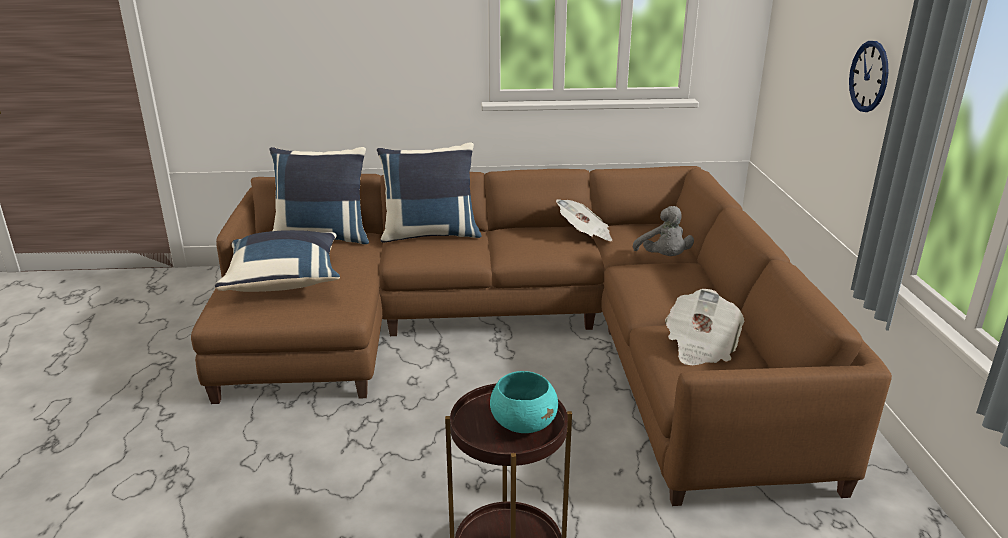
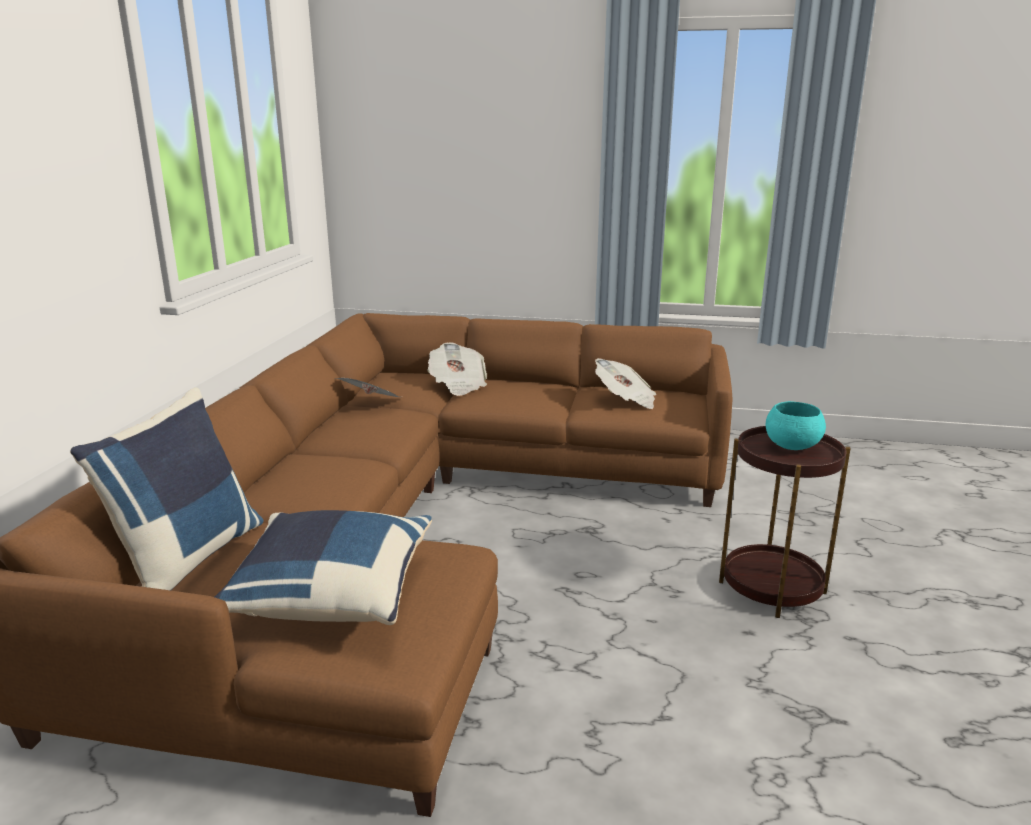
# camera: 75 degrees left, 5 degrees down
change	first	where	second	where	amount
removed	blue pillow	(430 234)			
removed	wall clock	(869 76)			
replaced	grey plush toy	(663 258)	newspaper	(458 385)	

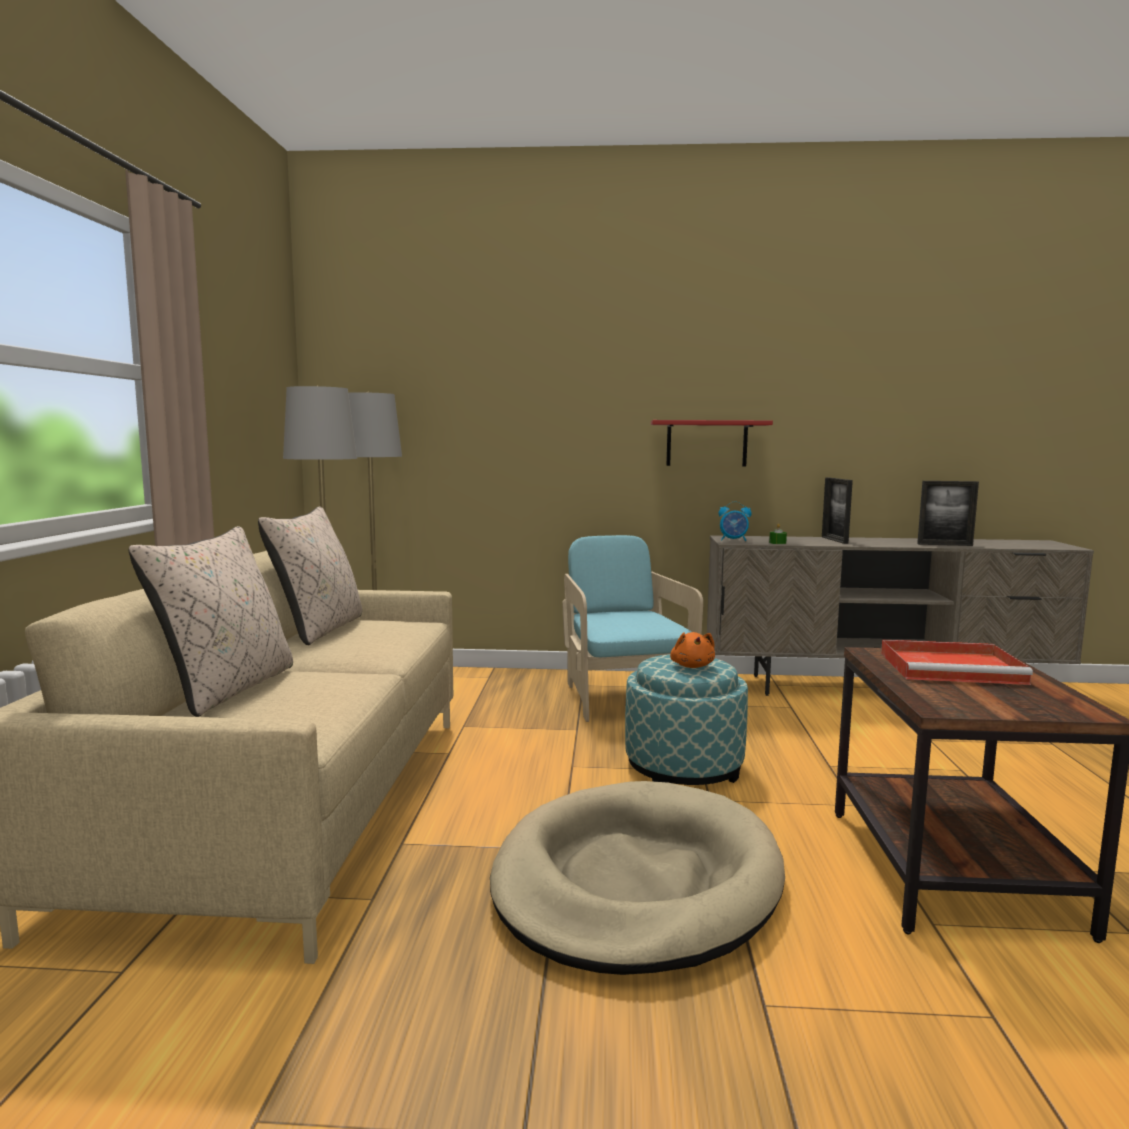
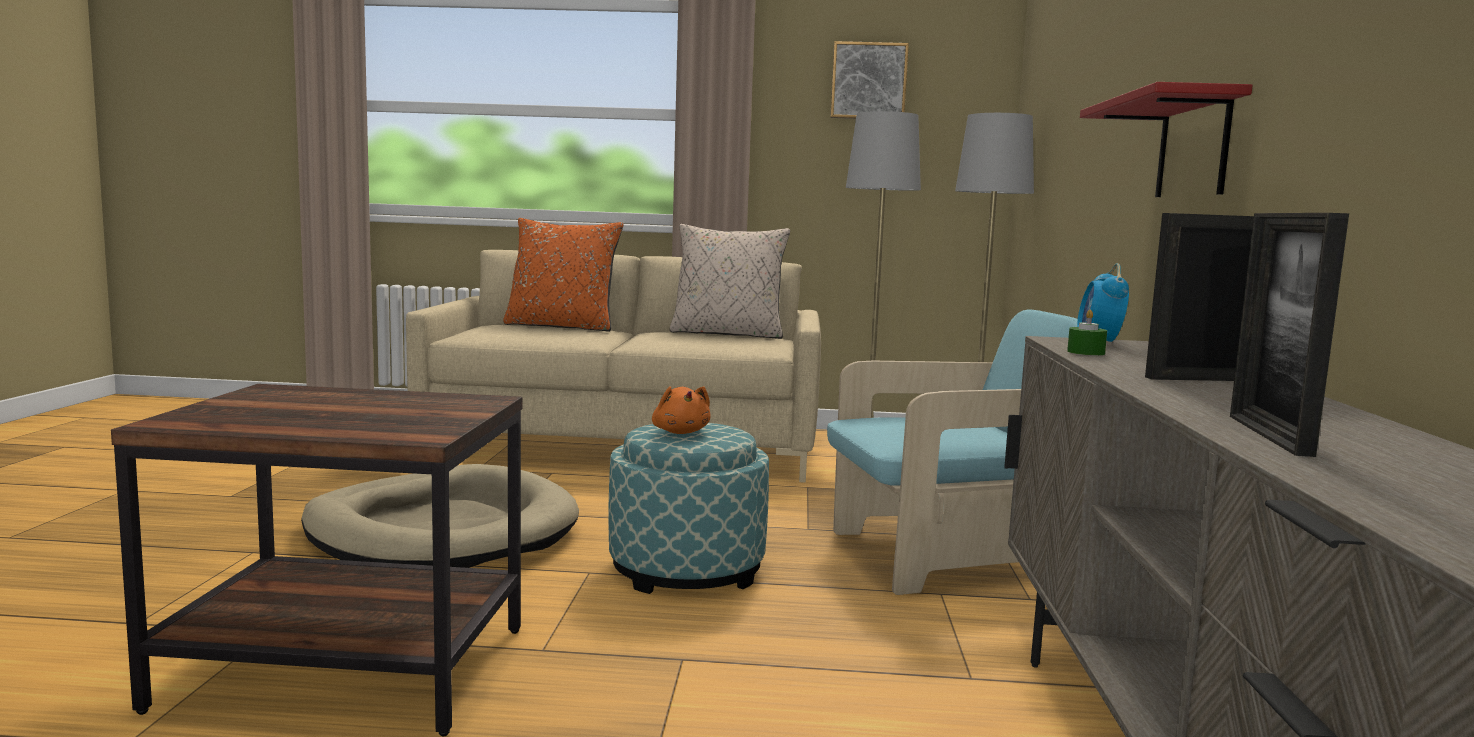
# camera: 90 degrees right, 0 degrees up
change	first	where	second	where	amount
removed	red tray	(953 668)			
added			picture	(868 81)	
recoloured	beige pillow	(228 689)	orange pillow	(562 326)	
turned	orange plush toy	(692 666)		(680 432)	105 degrees counterclockwise

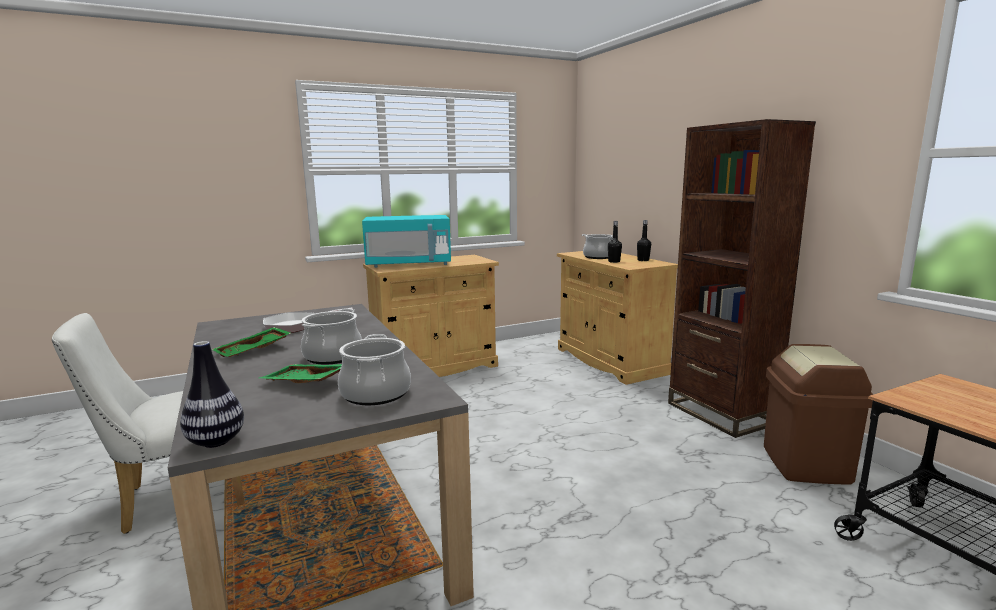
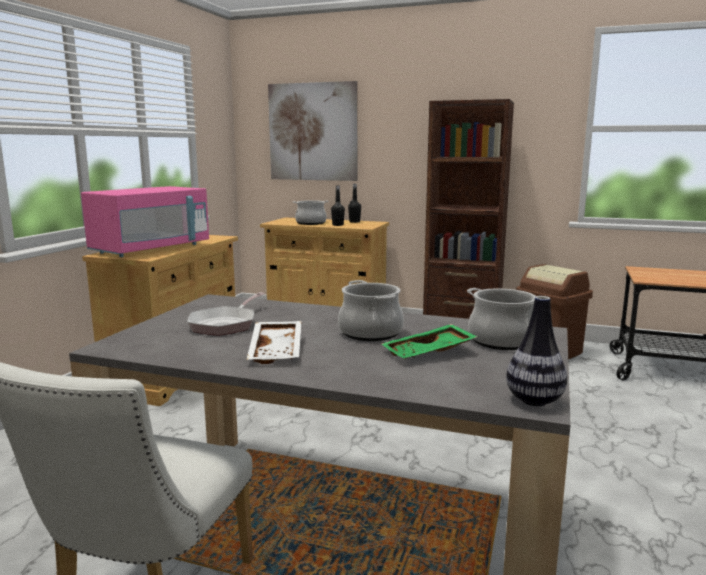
# camera: 45 degrees left, 0 degrees up
change	first	where	second	where	amount
added			picture	(313 132)	
recoloured	green tray	(254 351)	white tray	(278 351)	
recoloured	turquoise microwave	(409 264)	pink microwave	(151 249)	

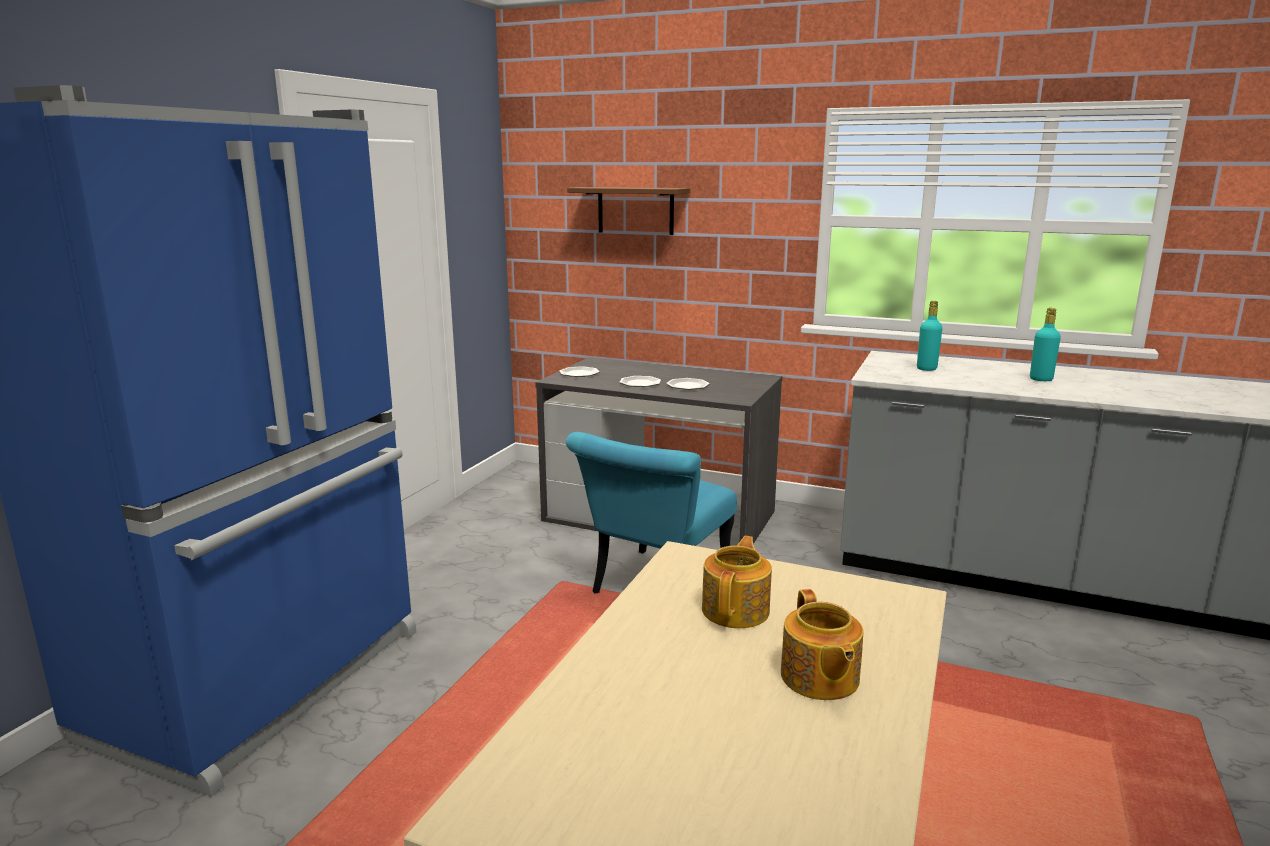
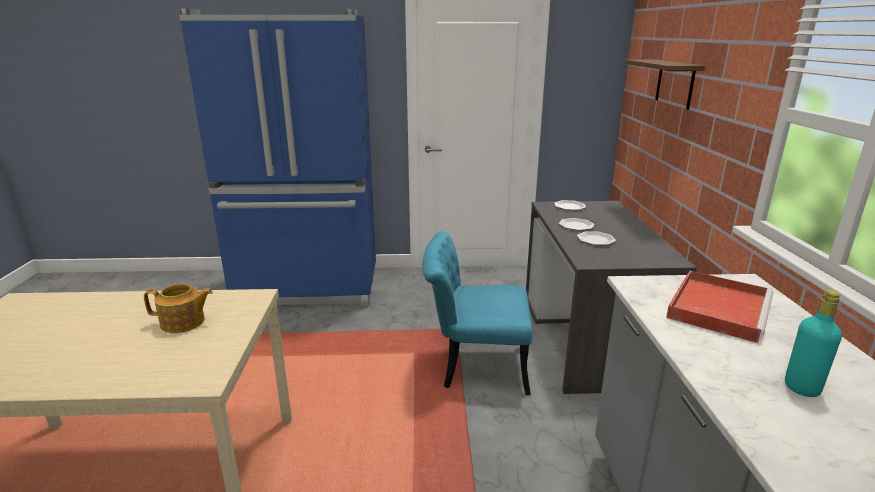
# camera: 65 degrees right, 5 degrees up
change	first	where	second	where	amount
removed	teapot	(819 678)			
replaced	turquoise bottle	(926 369)	red tray	(718 307)	

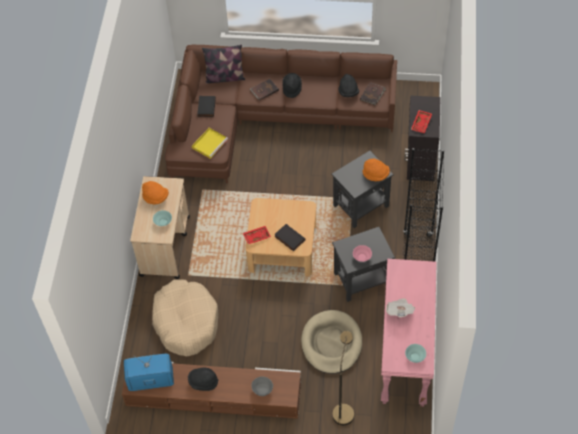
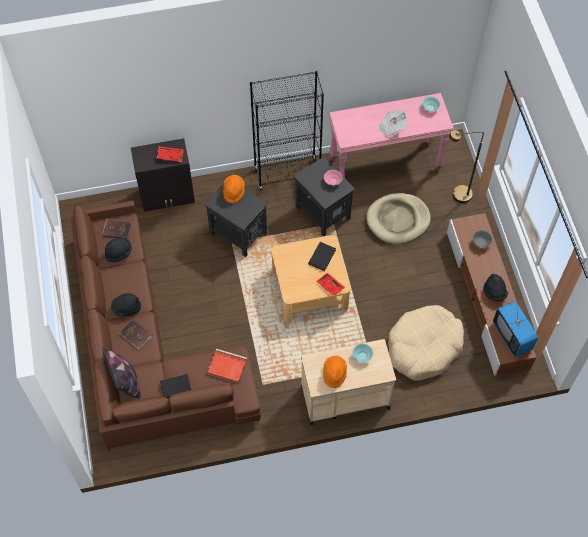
# camera: 110 degrees left, 5 degrees up
change	first	where	second	where	amount
recoloured	yellow tray	(210 143)	red tray	(226 366)	

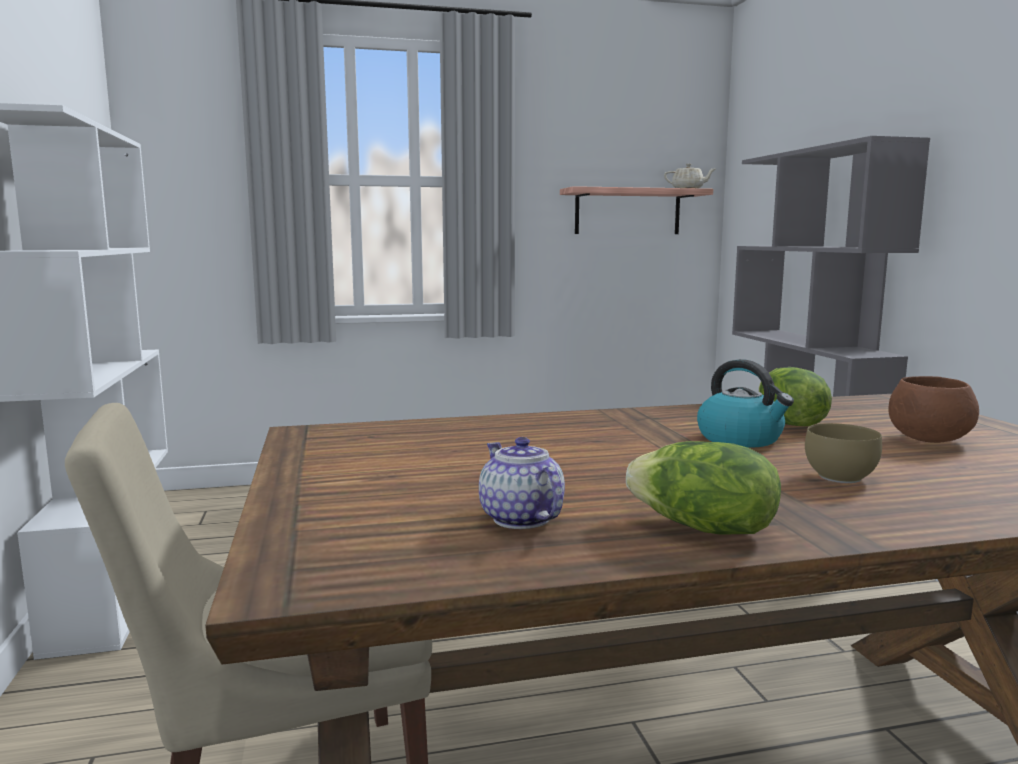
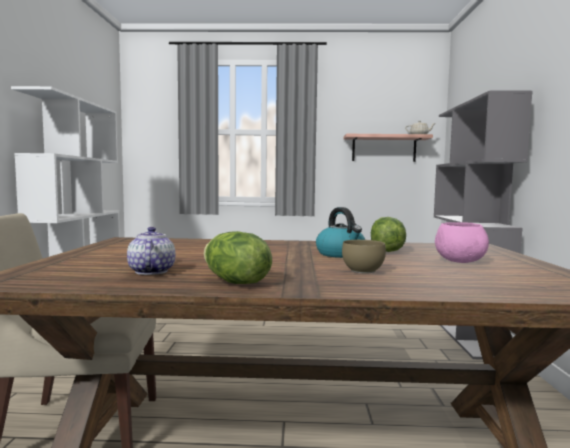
# camera: 15 degrees right, 5 degrees down
change	first	where	second	where	amount
recoloured	brown bowl	(928 439)	pink bowl	(459 261)	

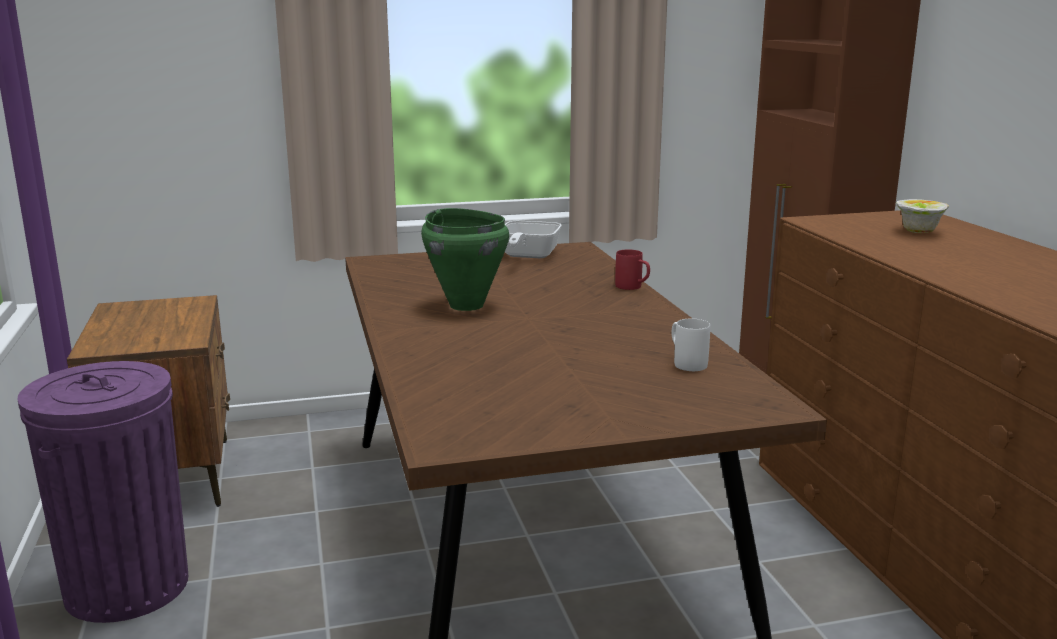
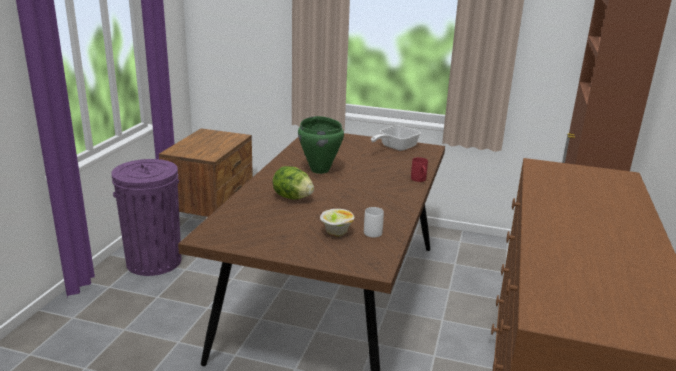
# camera: 30 degrees right, 5 degrees up
change	first	where	second	where	amount
added			lettuce	(292 197)	
moved	bowl	(917 232)		(336 233)	

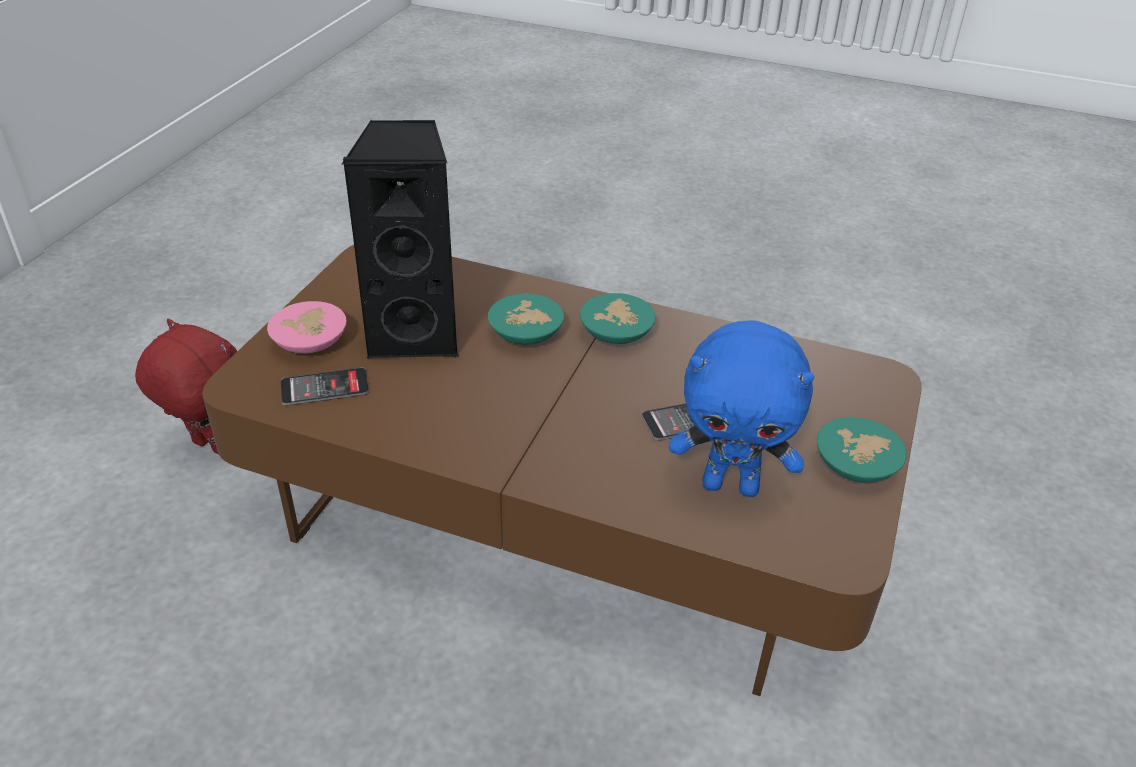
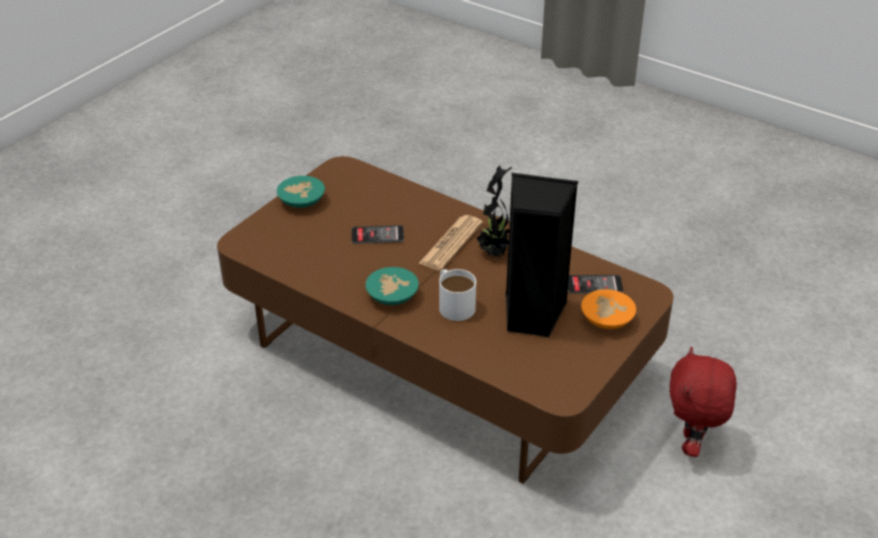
# camera: 165 degrees left, 0 degrees up
change	first	where	second	where	amount
removed	blue plush toy	(731 485)			
added			newspaper	(451 243)	
added			potted plant	(494 253)	
replaced	turquoise bowl	(528 334)	white mug	(453 304)	
recoloured	pink bowl	(311 341)	orange bowl	(606 320)	
turned	red plush toy	(209 448)		(692 445)	60 degrees clockwise

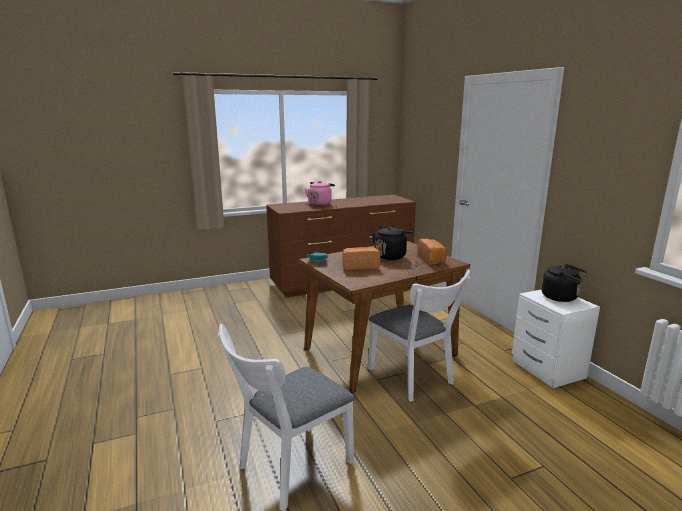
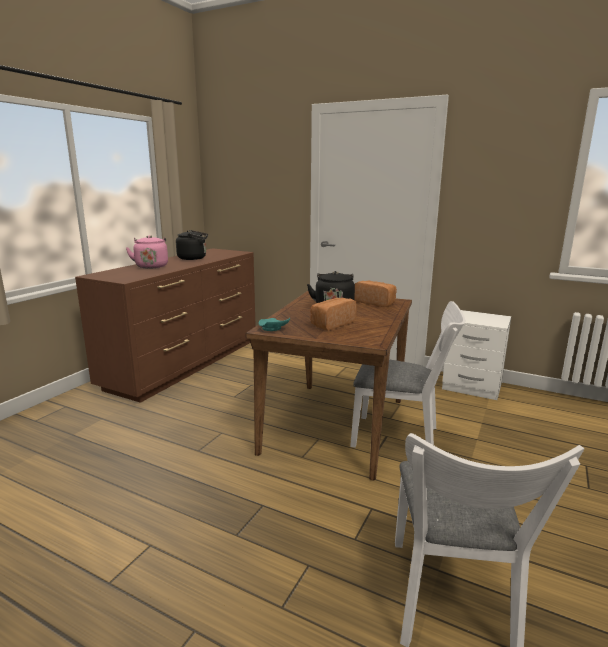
# camera: 40 degrees left, 0 degrees up
change	first	where	second	where	amount
moved	black kettle	(562 297)		(194 258)	

